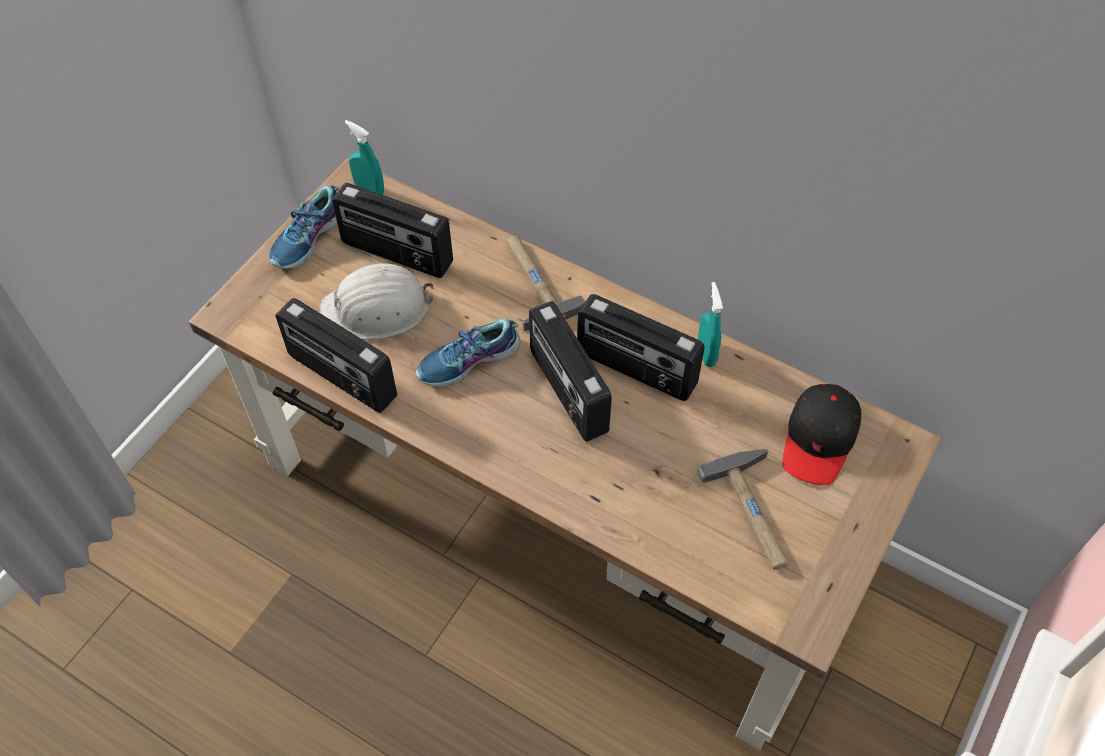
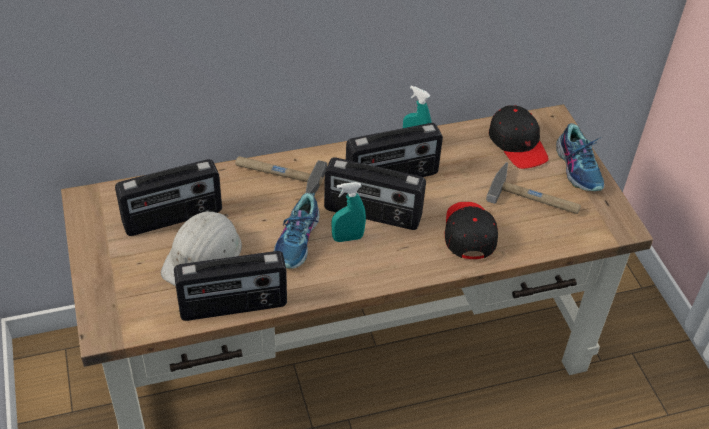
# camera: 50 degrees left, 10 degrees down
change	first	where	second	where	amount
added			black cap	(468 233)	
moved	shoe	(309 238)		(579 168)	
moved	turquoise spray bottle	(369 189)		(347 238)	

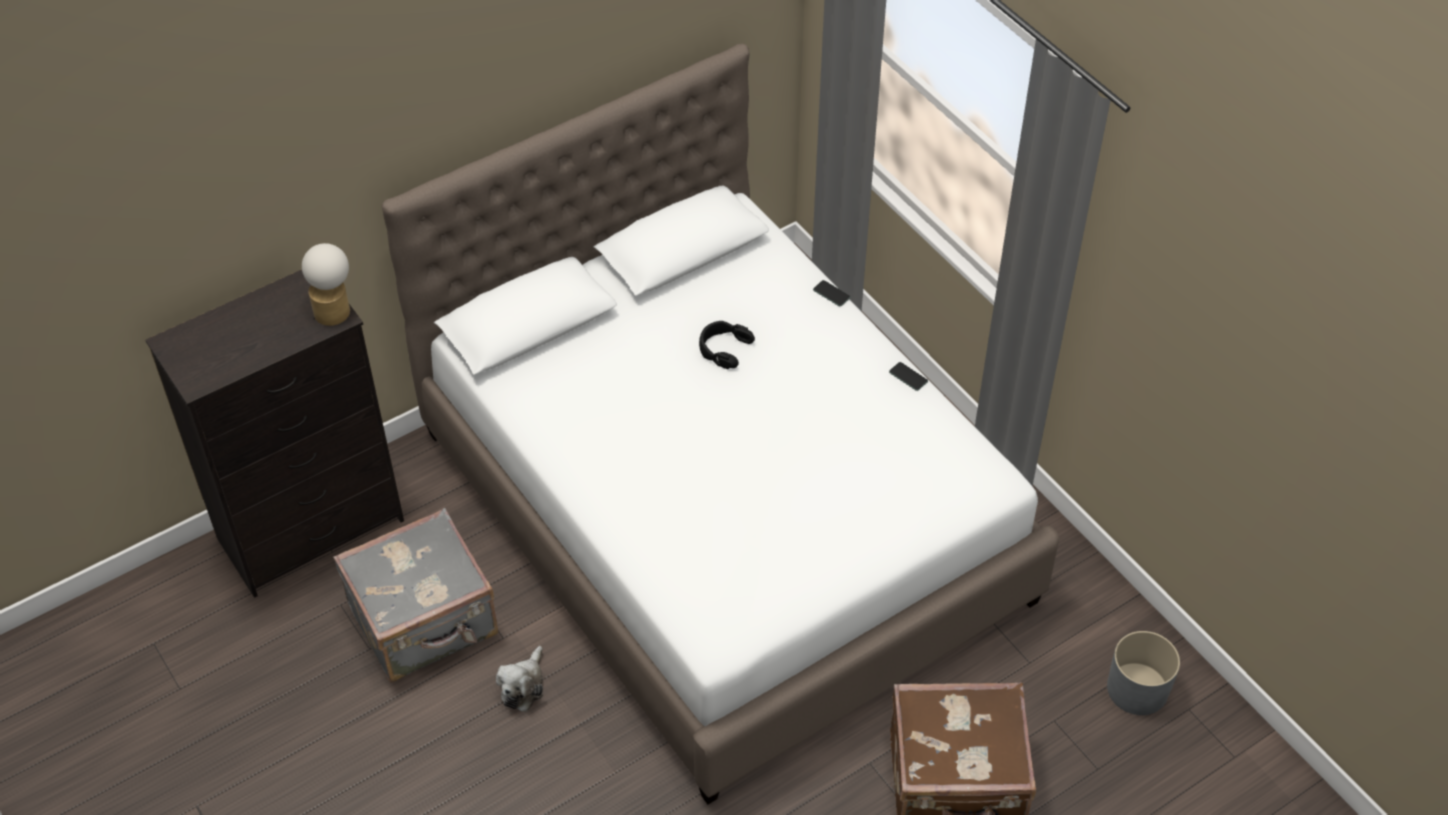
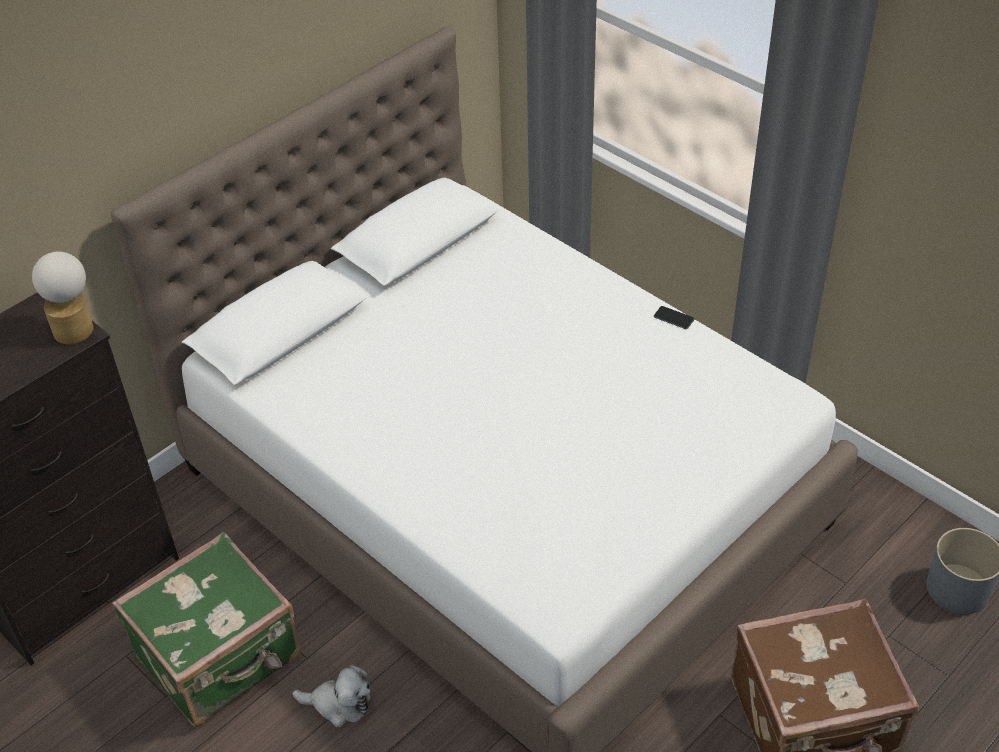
# camera: 10 degrees left, 5 degrees down
change	first	where	second	where	amount
removed	black headphones	(723 348)			
removed	phone	(831 294)			
recoloured	grey suitcase	(425 622)	green suitcase	(221 657)	
turned	plush toy	(523 686)		(339 704)	90 degrees counterclockwise

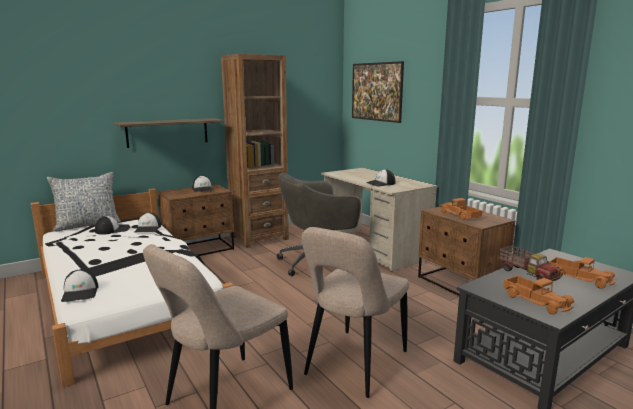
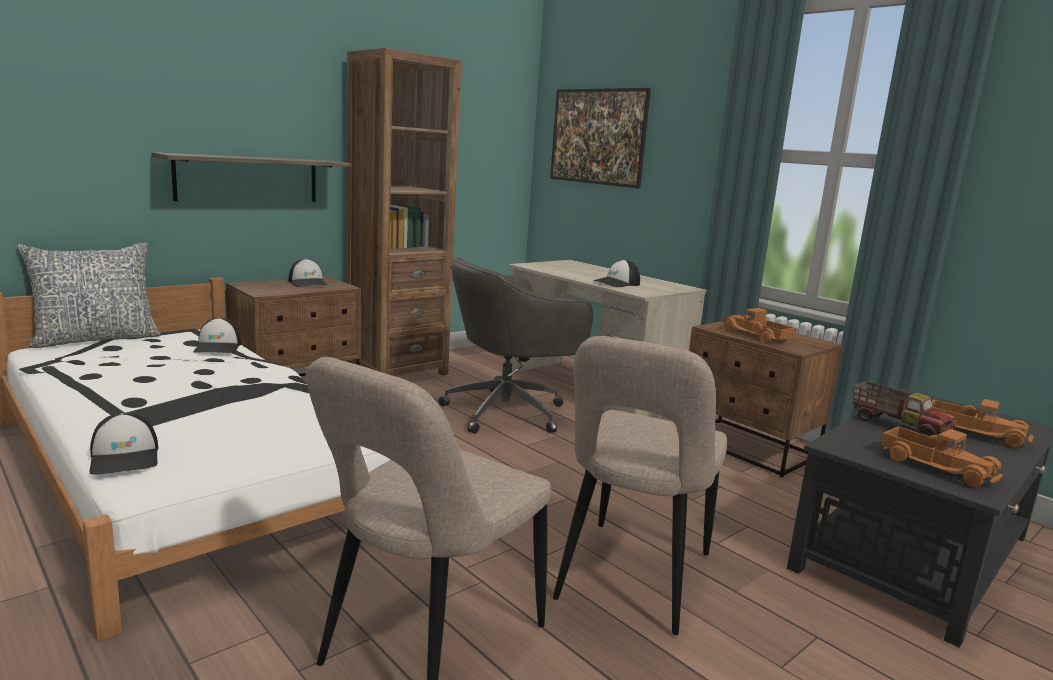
# camera: 10 degrees left, 0 degrees up
change	first	where	second	where	amount
removed	cap	(113 230)			

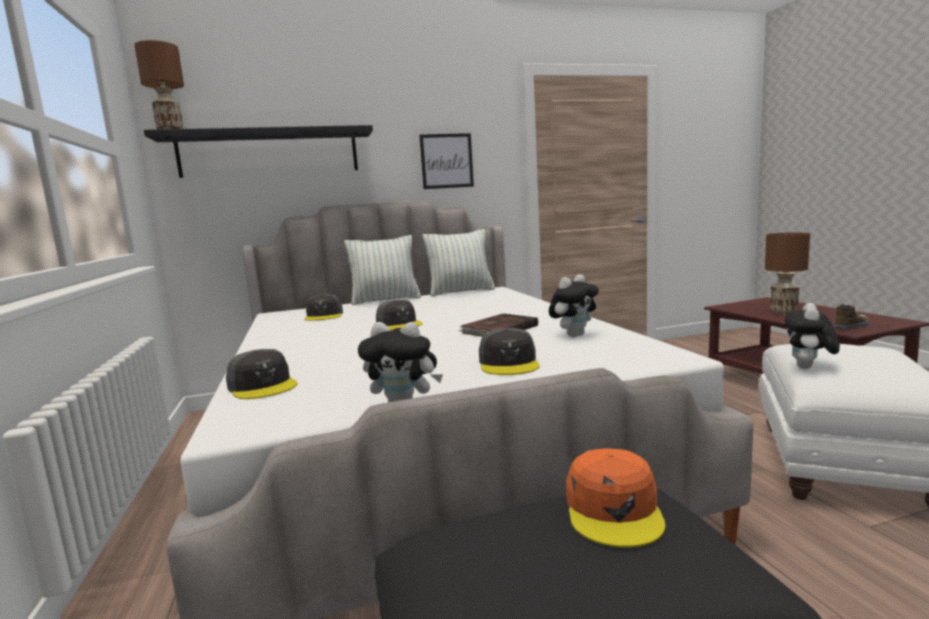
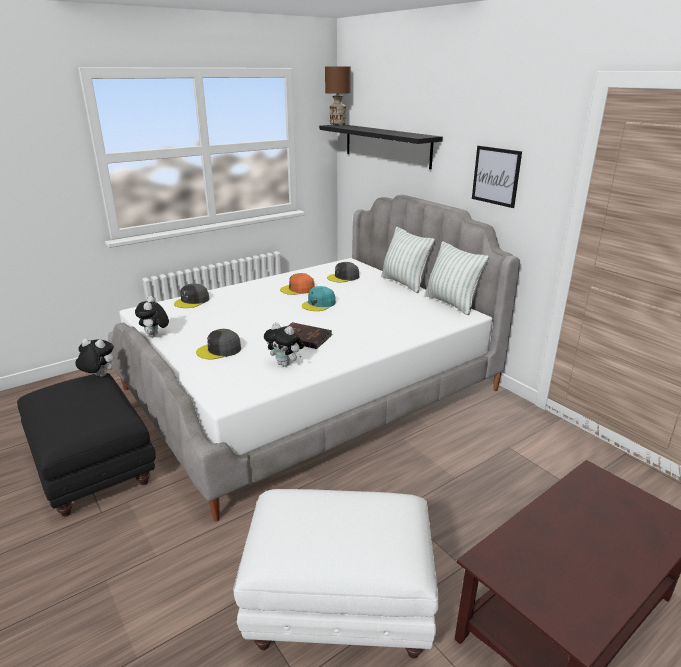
# camera: 70 degrees right, 15 degrees up
change	first	where	second	where	amount
removed	brown table lamp	(783 312)			
removed	shoe	(852 326)			
moved	orange cap	(614 509)		(298 289)	
moved	plush toy	(809 368)		(98 376)	
recoloured	grey cap	(399 324)	turquoise cap	(319 304)	

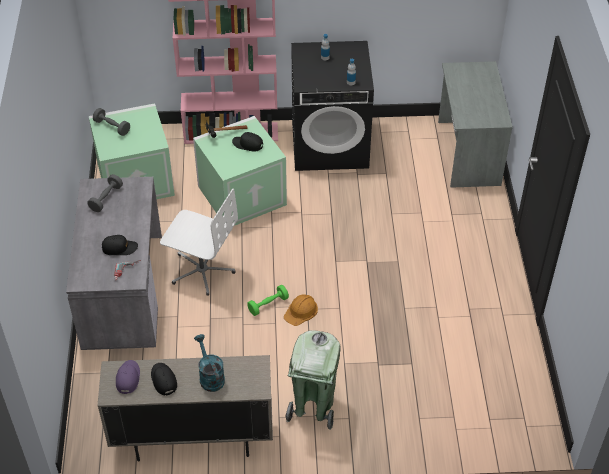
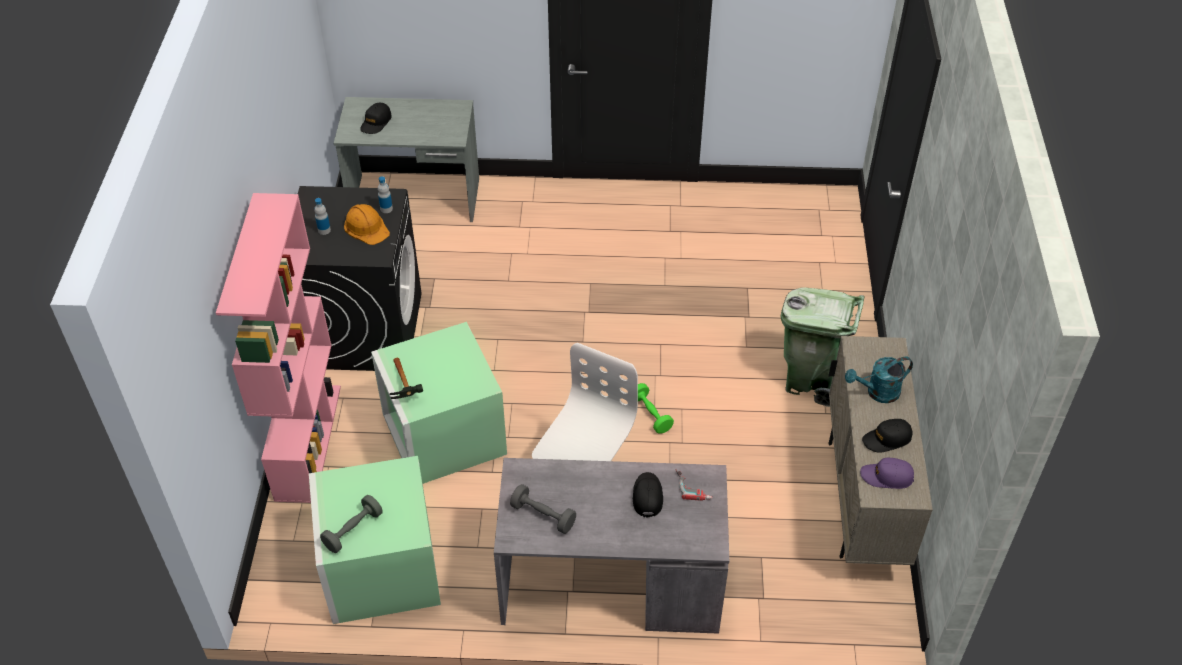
# camera: 85 degrees left, 0 degrees up
change	first	where	second	where	amount
moved	black cap	(248 144)		(376 122)	
moved	orange hard hat	(301 311)		(366 227)	

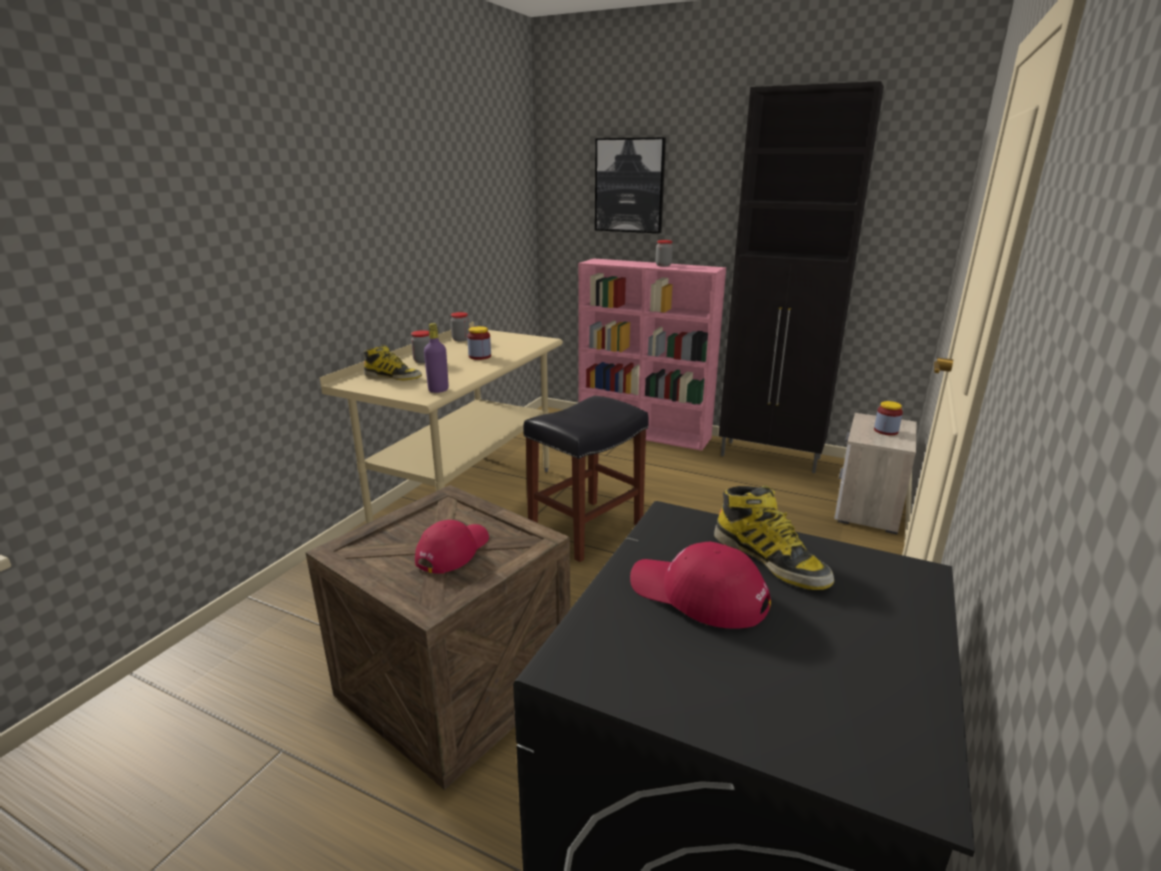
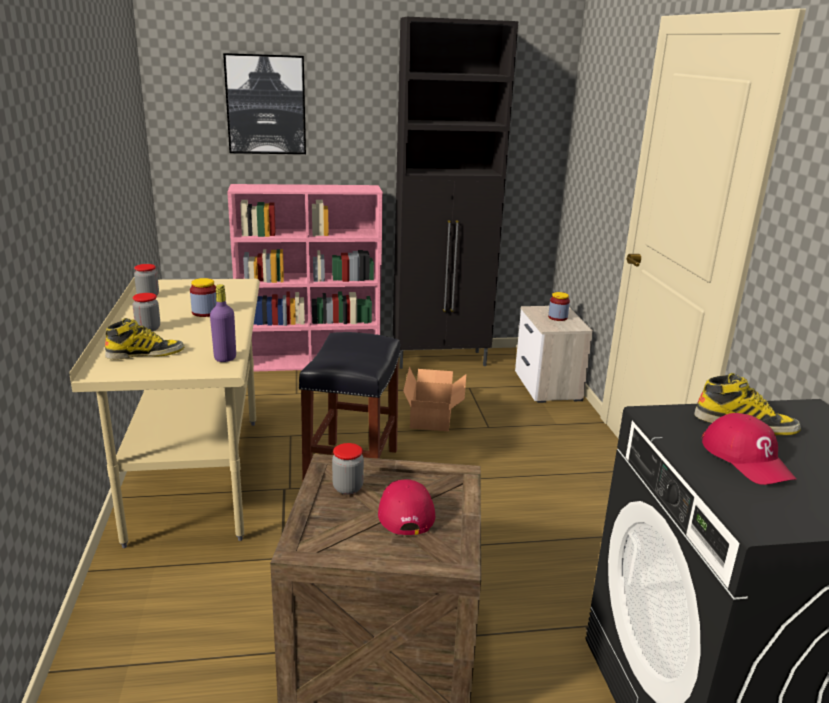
# camera: 35 degrees left, 0 degrees up
change	first	where	second	where	amount
added			cardboard box	(434 415)	
moved	jar	(663 265)		(348 488)	
turned	red cap	(698 594)		(747 458)	105 degrees counterclockwise

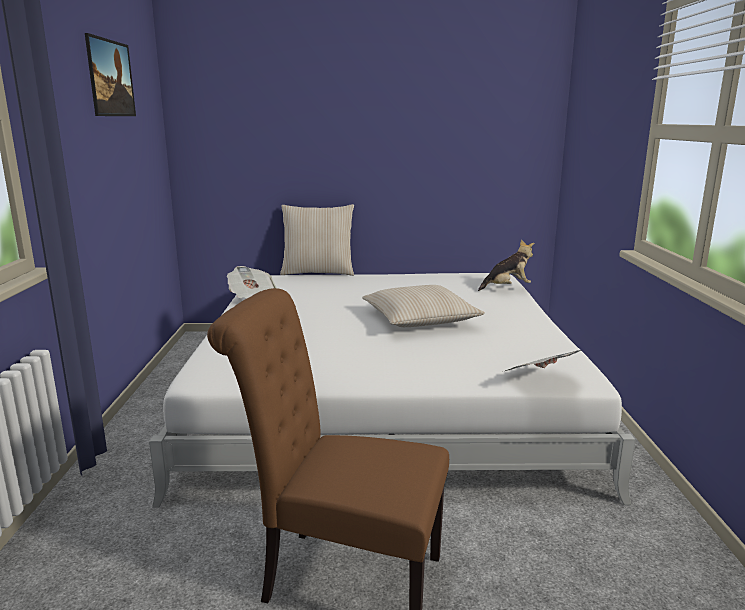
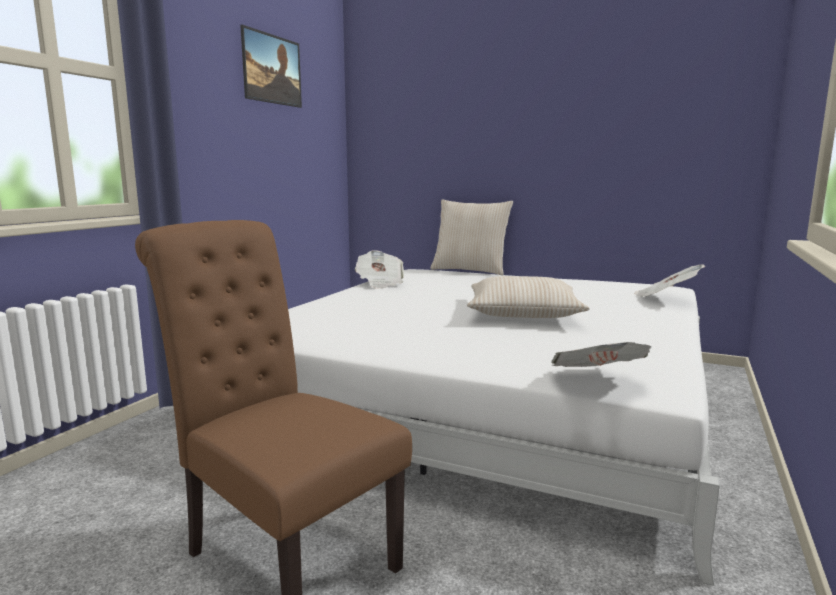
# camera: 25 degrees right, 5 degrees down
change	first	where	second	where	amount
replaced	plush toy	(507 288)	newspaper	(665 297)	

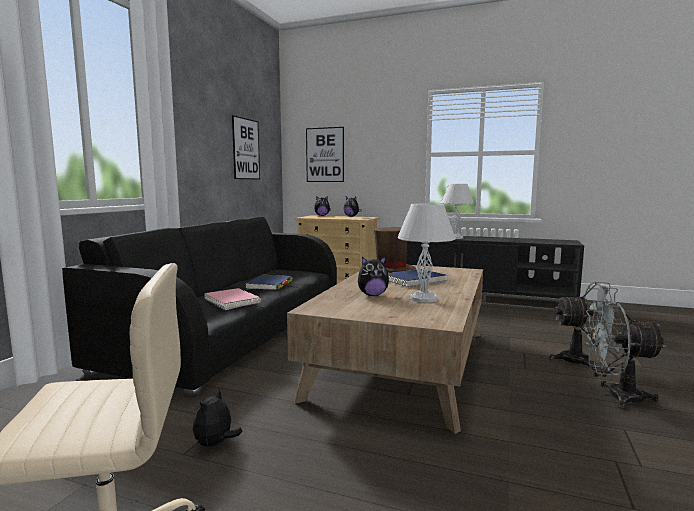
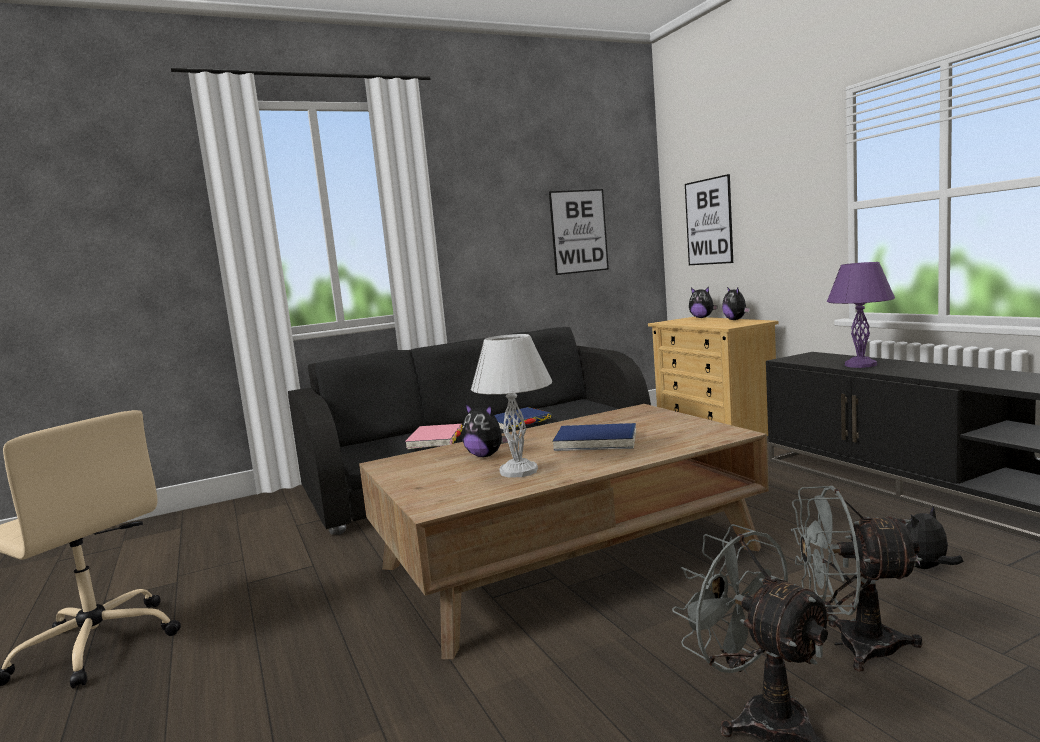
# camera: 45 degrees right, 0 degrees up
change	first	where	second	where	amount
removed	brown hat	(391 269)			
moved	plush toy	(215 444)		(926 568)	
recoloured	white table lamp	(456 238)	purple table lamp	(861 365)	
turned	grey fan	(583 361)		(851 645)	135 degrees clockwise

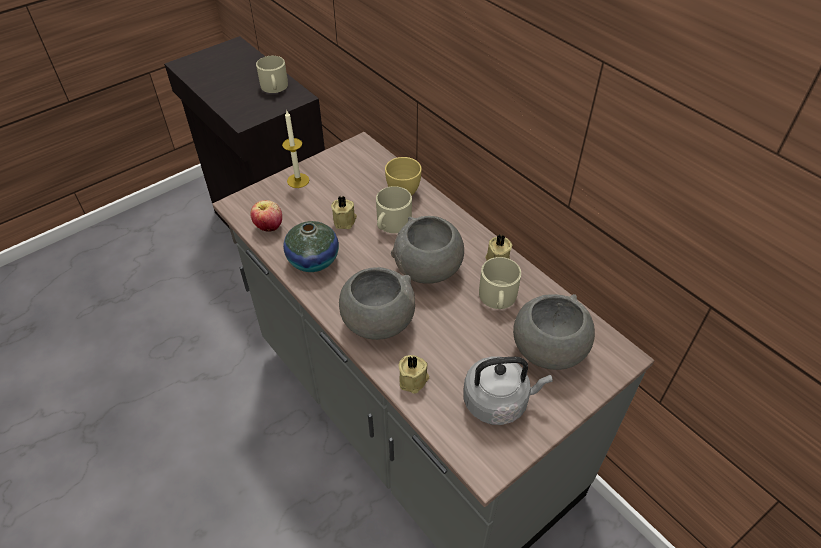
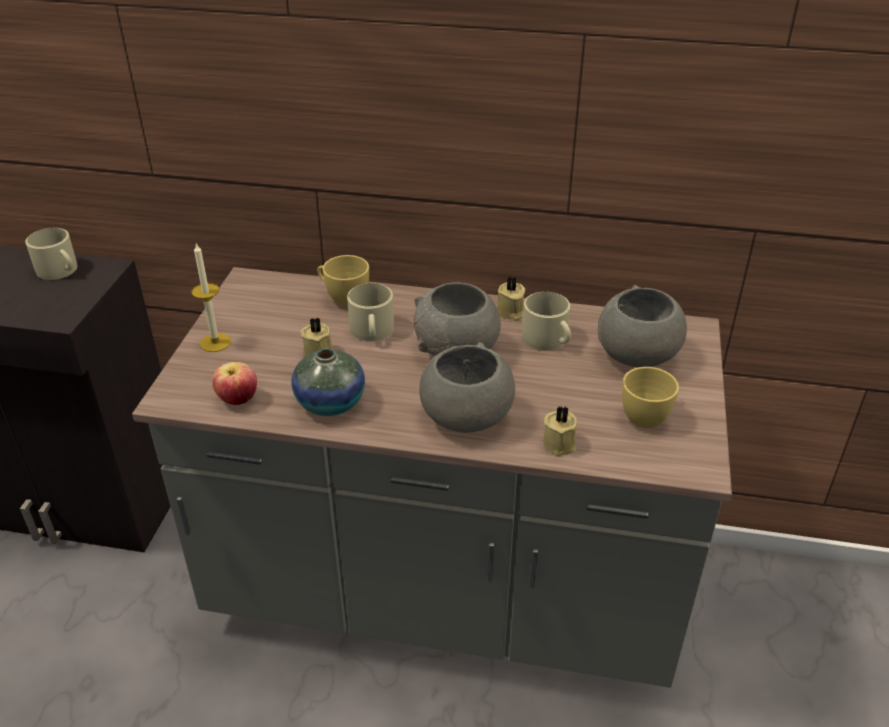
# camera: 40 degrees left, 10 degrees down
change	first	where	second	where	amount
replaced	grey kettle	(498 401)	yellow cup	(648 415)	

